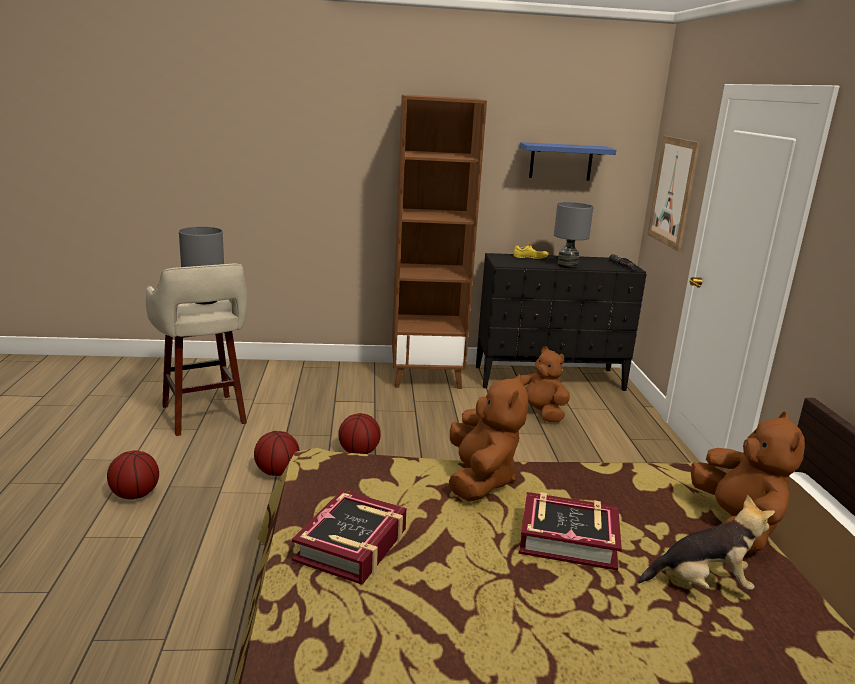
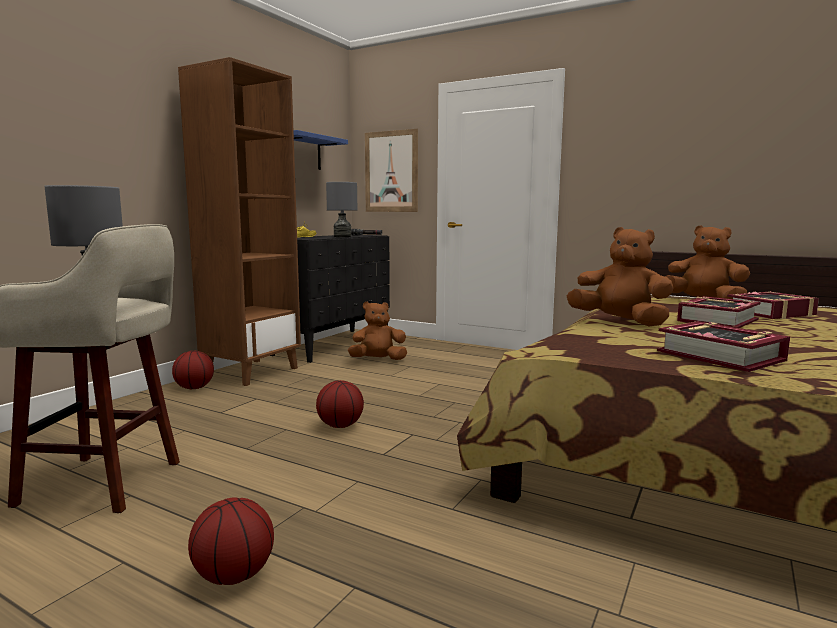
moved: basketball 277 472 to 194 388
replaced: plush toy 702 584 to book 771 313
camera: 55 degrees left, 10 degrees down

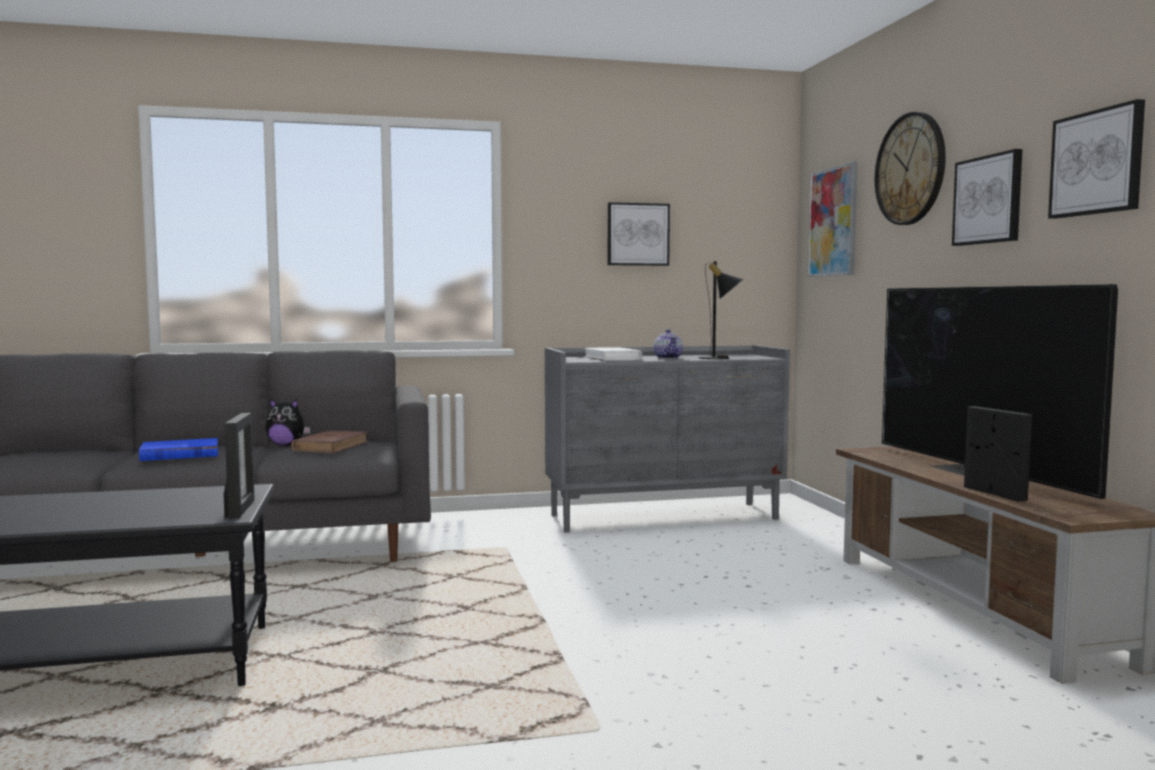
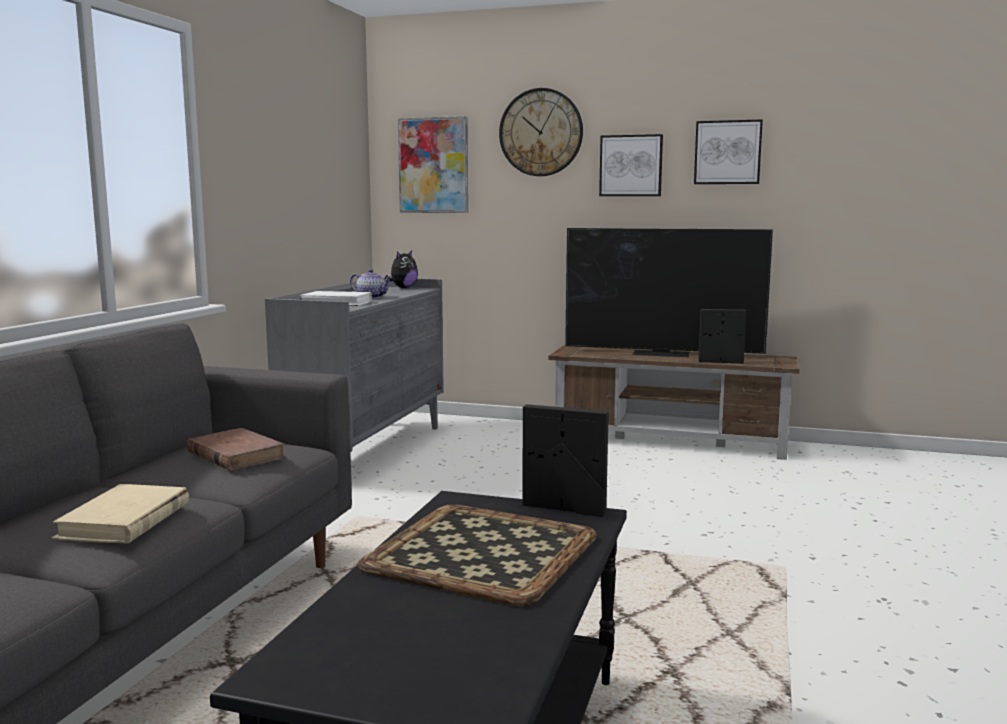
removed: picture 637 234; table lamp (black) 719 358
added: tray 481 551
moved: plush toy 286 445 to 403 288
recoloured: book (blue) 179 455 to book (beige) 124 521
camera: 60 degrees left, 5 degrees up

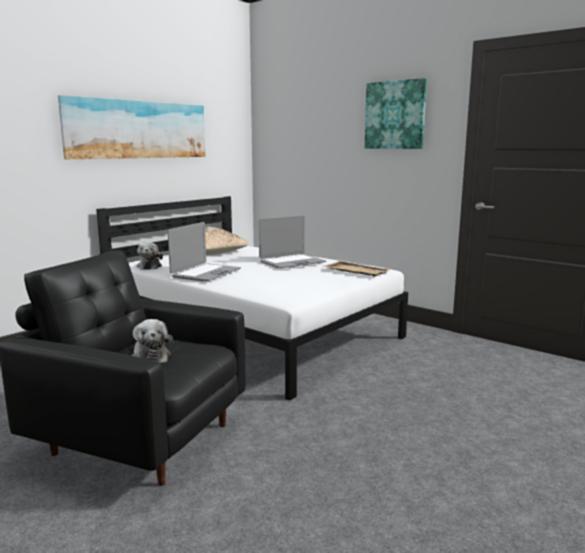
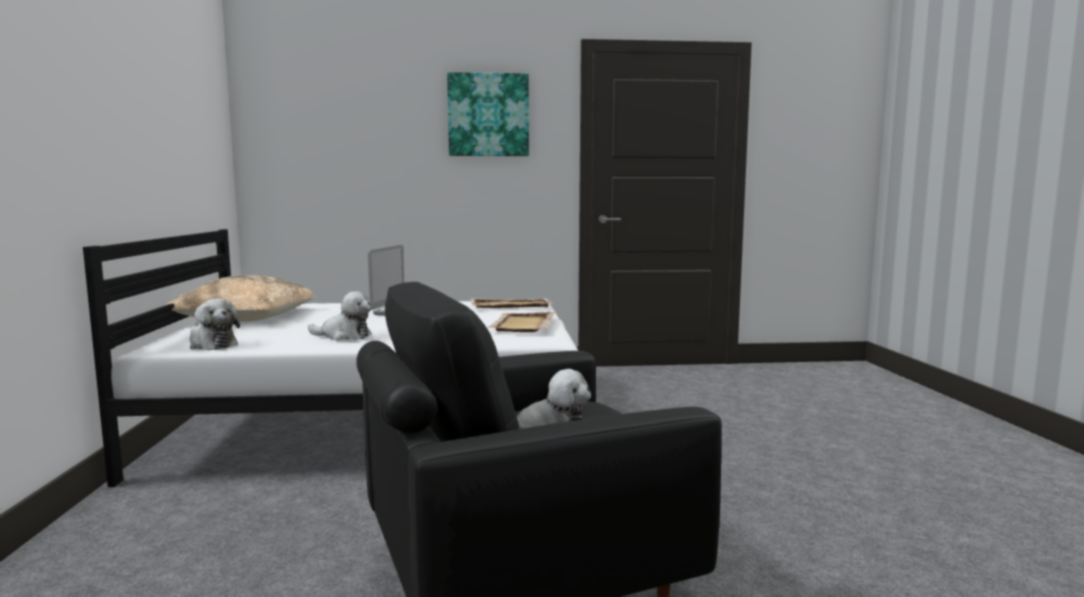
removed: picture 138 129
added: tray (beige) 522 325
replaced: laptop 206 273 to plush toy 344 336
camera: 45 degrees left, 5 degrees down

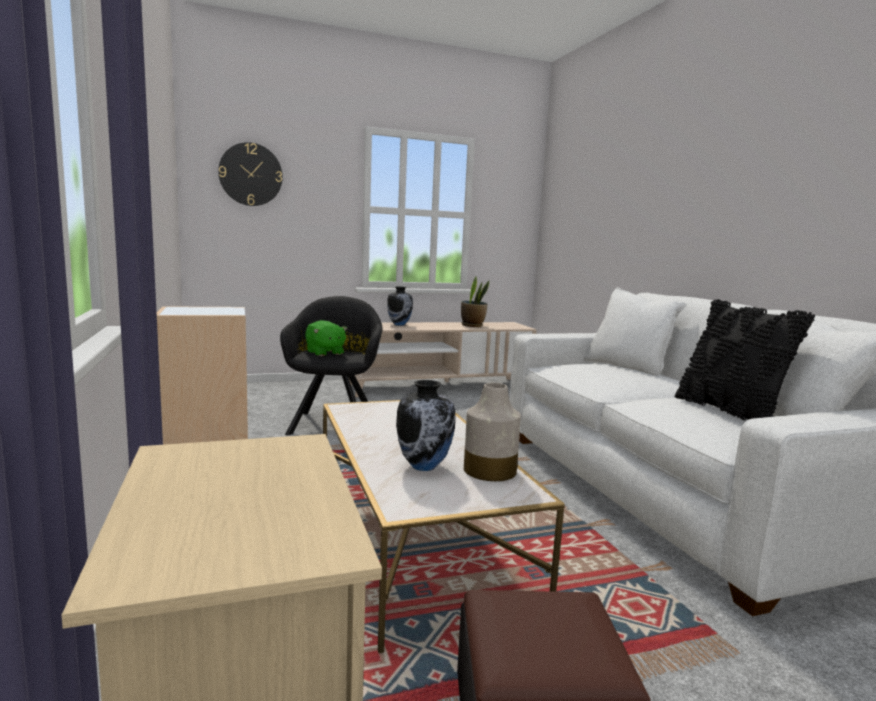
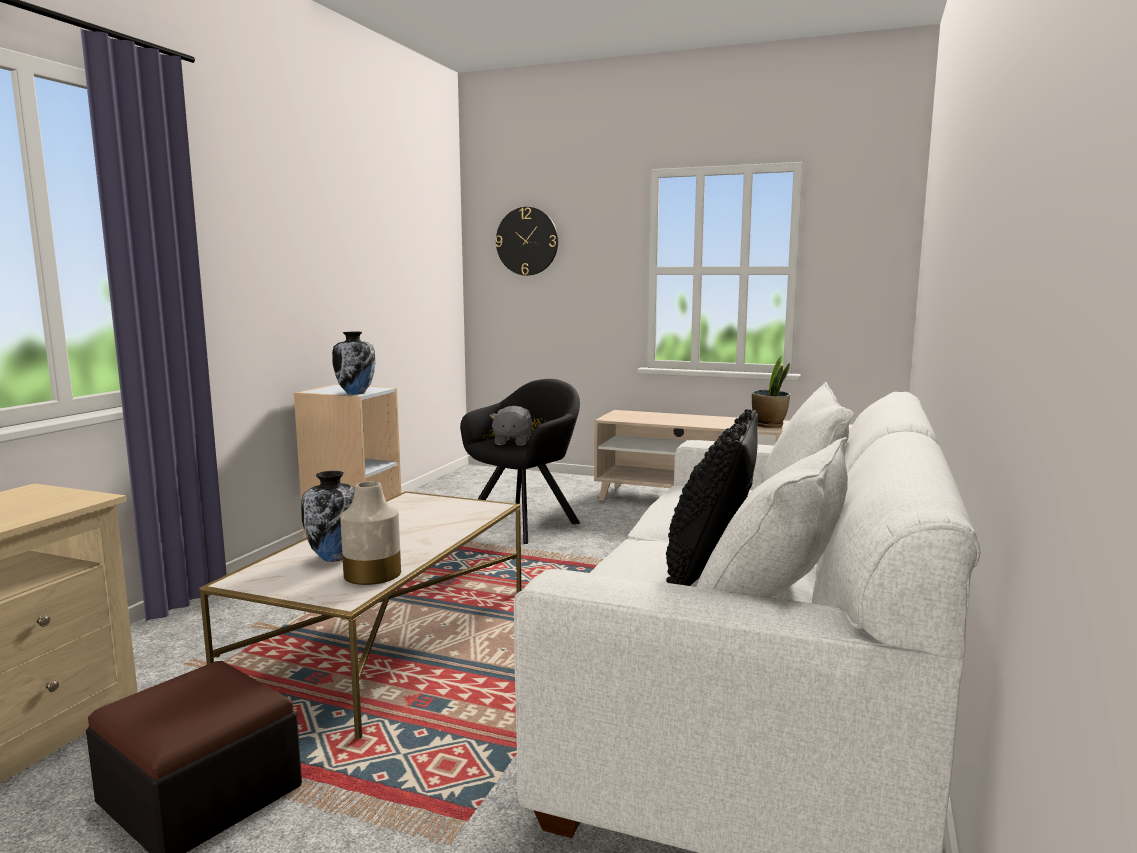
moved: vase 399 324 to 356 393
recoloured: plush toy (green) 324 353 to plush toy (grey) 512 442
camera: 40 degrees right, 0 degrees up

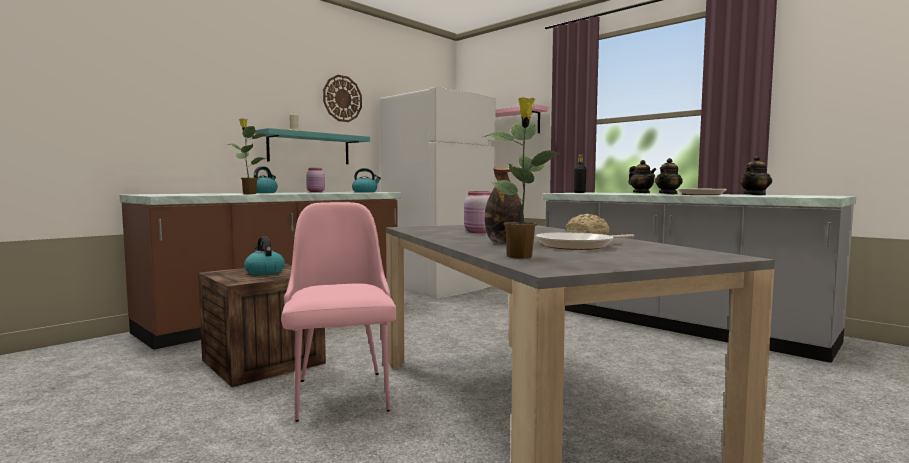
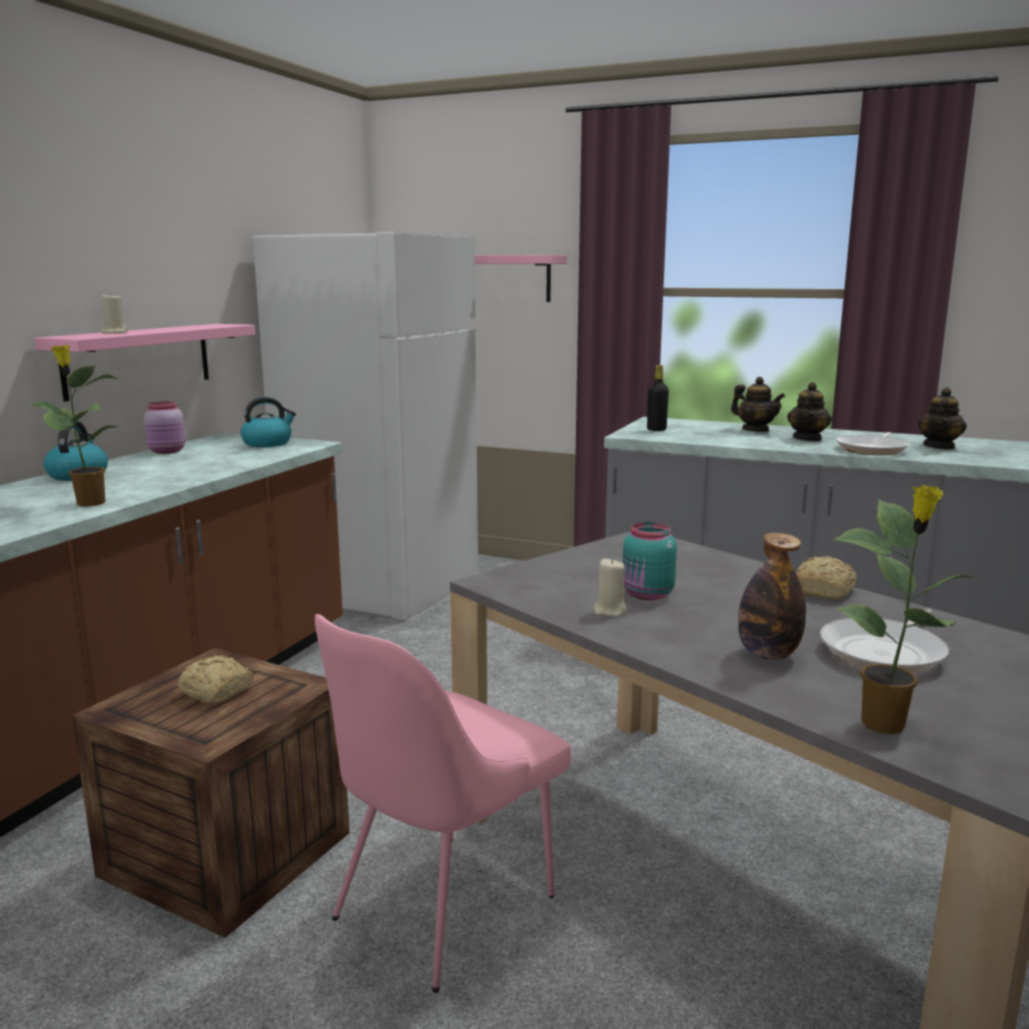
removed: wall clock 342 98
added: candle (beige) 610 611
replaced: kettle 264 272 to bread 216 692
recoloured: shelf (turquoise) 309 148 to shelf (pink) 138 359; jar (pink) 478 232 to jar (turquoise) 647 595
turned: chair (pink) 341 395 = 444 909 105 degrees counterclockwise
camera: 20 degrees left, 10 degrees up

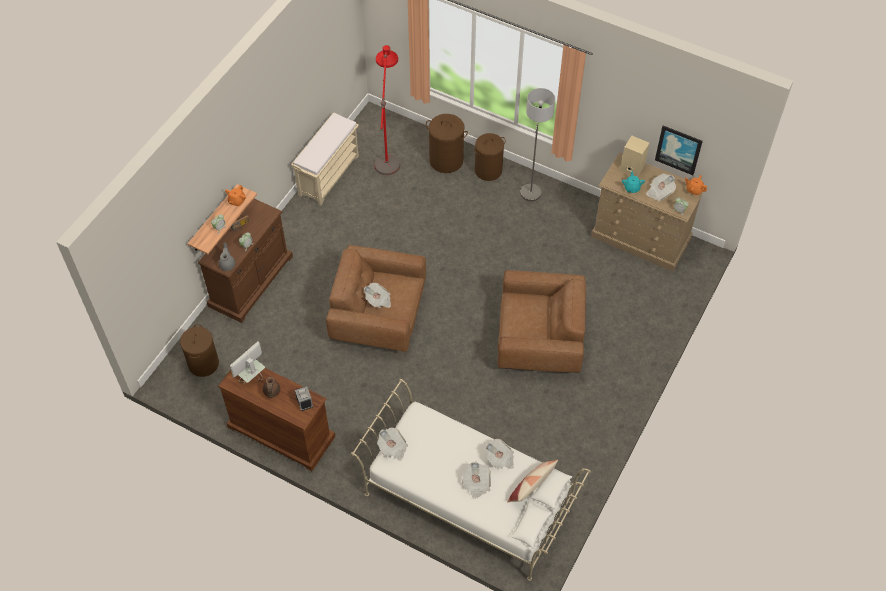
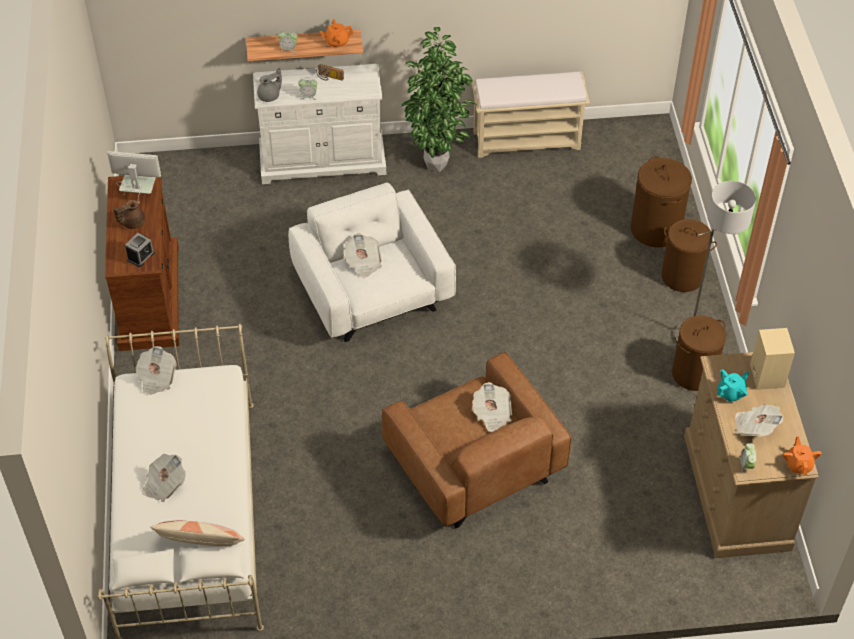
removed: floor lamp (red) 388 151; picture 678 149
added: potted plant 438 163
moved: laundry basket (brown) 203 363 to 694 373; newspaper 500 458 to 492 414
recoloured: dresser (brown) 250 280 to dresser (white) 323 159; armchair (brown) 378 315 to armchair (white) 372 293
camera: 55 degrees right, 5 degrees down

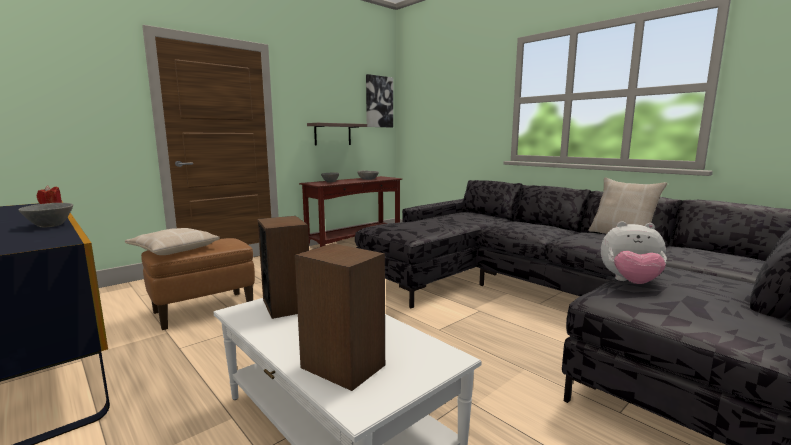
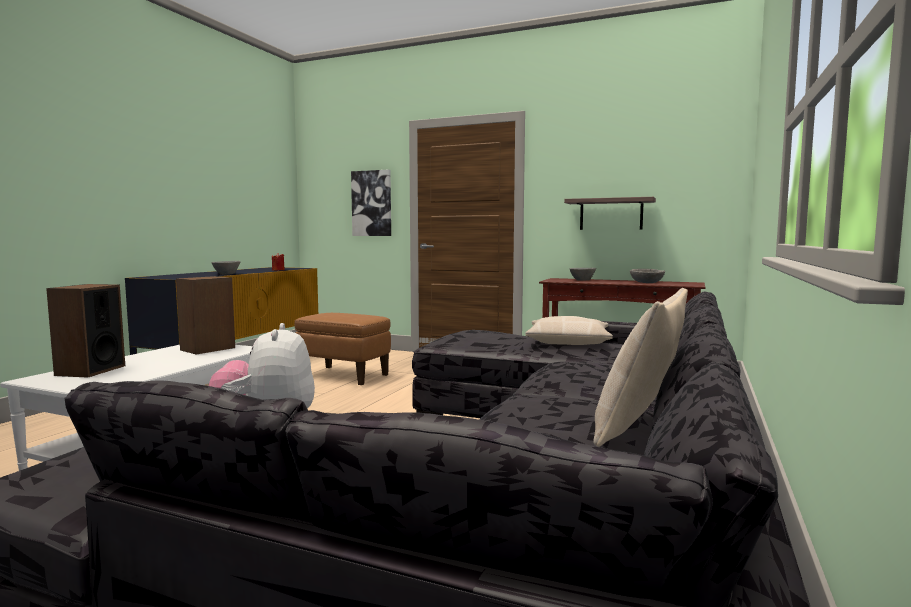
moved: pillow (beige) 174 249 to 568 341; picture 379 102 to 372 203
camera: 65 degrees right, 5 degrees down

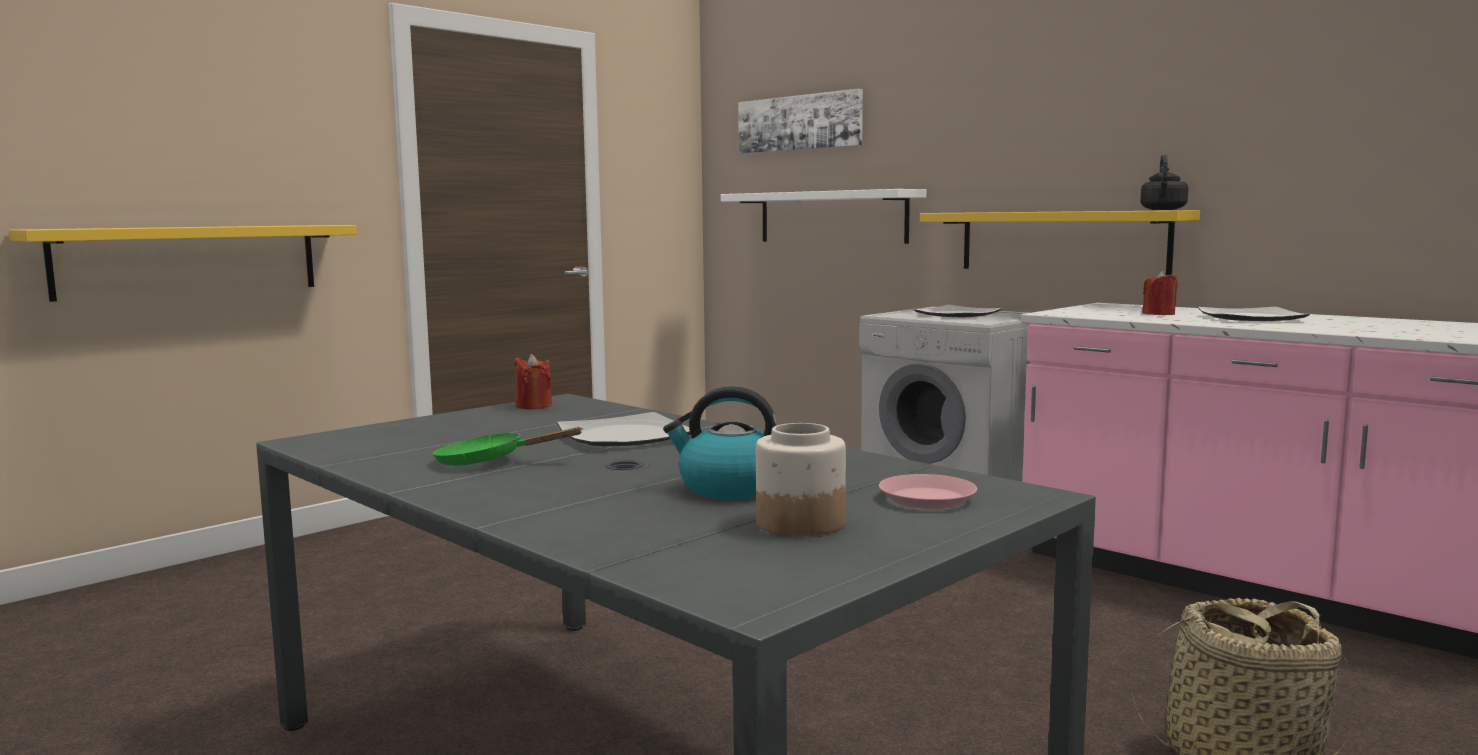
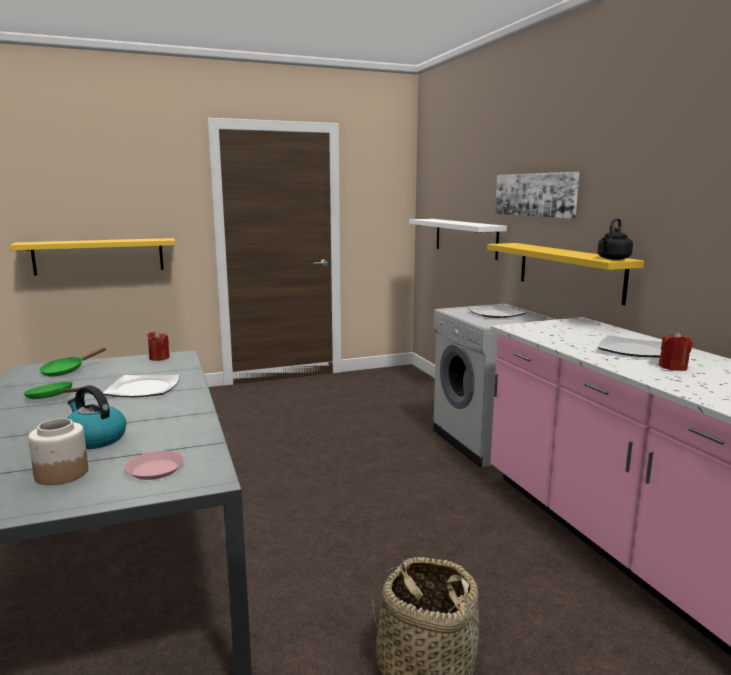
added: frying pan (green) 67 371
moved: picture 799 123 to 535 194; candle (red) 1159 314 to 673 367
camera: 25 degrees right, 5 degrees up

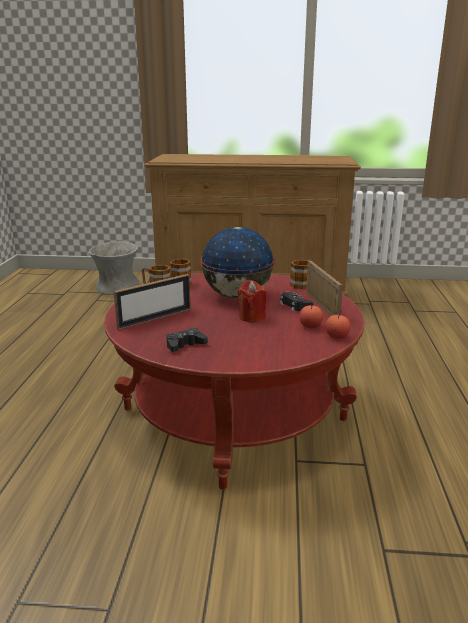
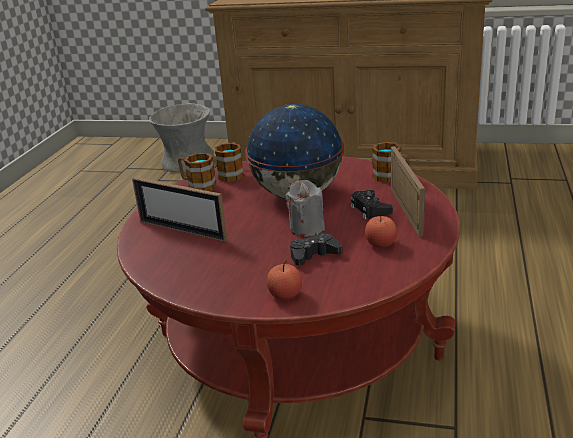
moved: game controller (black) 185 345 to 314 255; apple 337 336 to 285 295
recoloured: candle (red) 252 317 to candle (grey) 306 228
turned: picture frame 155 318 = 182 230 60 degrees clockwise
camera: 10 degrees right, 5 degrees up

